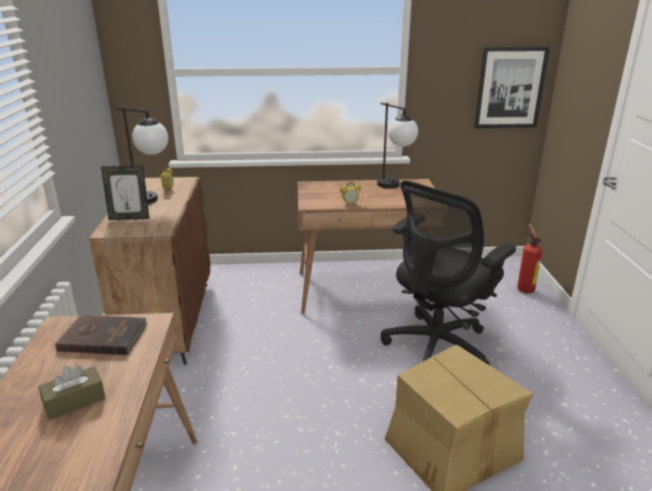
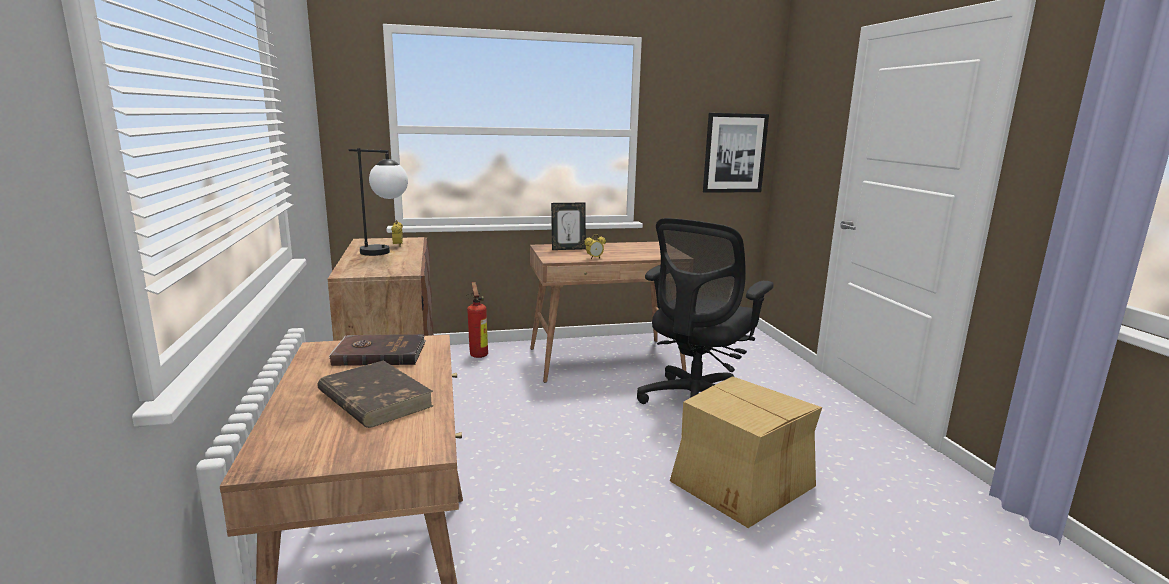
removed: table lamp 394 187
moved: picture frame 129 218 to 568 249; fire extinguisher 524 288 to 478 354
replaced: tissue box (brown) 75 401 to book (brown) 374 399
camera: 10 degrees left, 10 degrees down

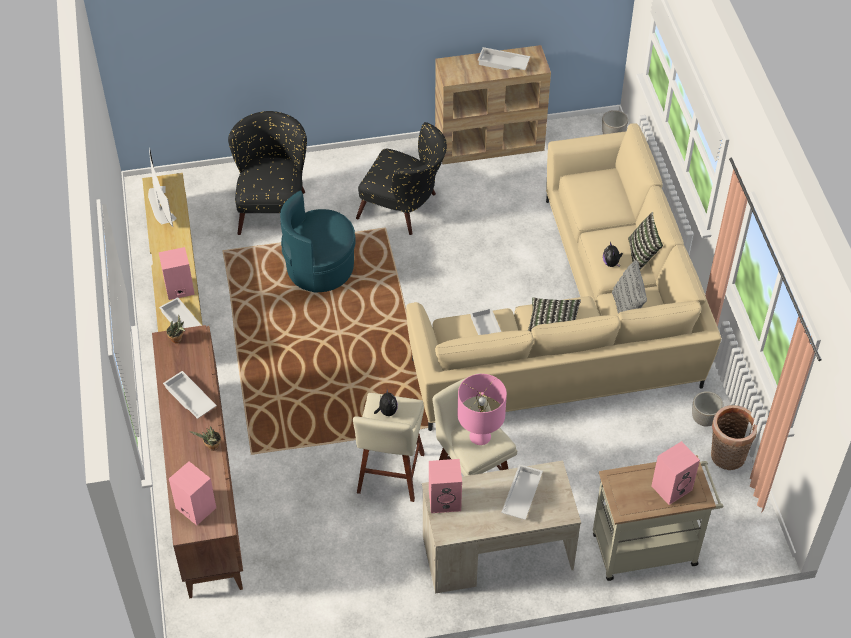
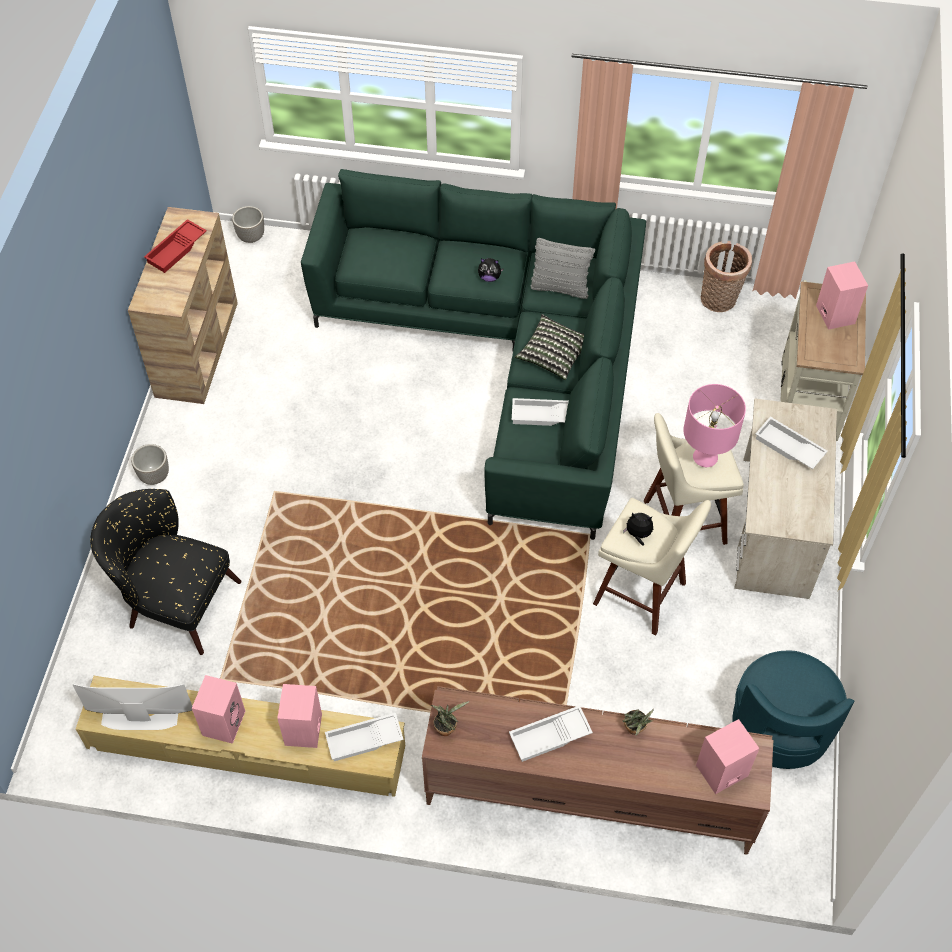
removed: armchair (black) 404 209; pillow 643 256
moved: armchair (turquoise) 320 267 to 780 726; speaker (pink) 445 500 to 223 722; planter 704 419 to 155 476
recoloured: sofa (beige) 578 326 to sofa (green) 506 359; tray (white) 502 63 to tray (red) 177 250
camera: 70 degrees left, 5 degrees up

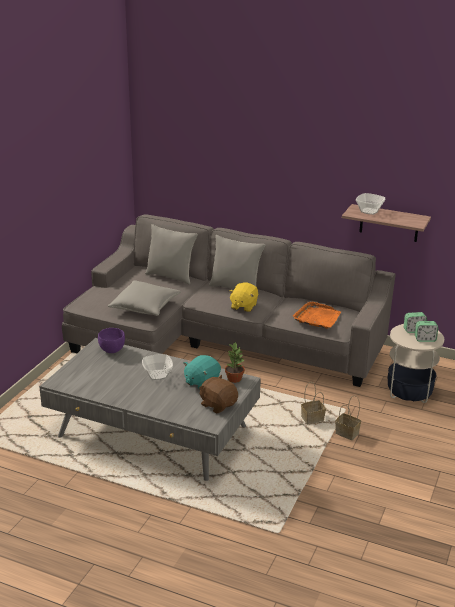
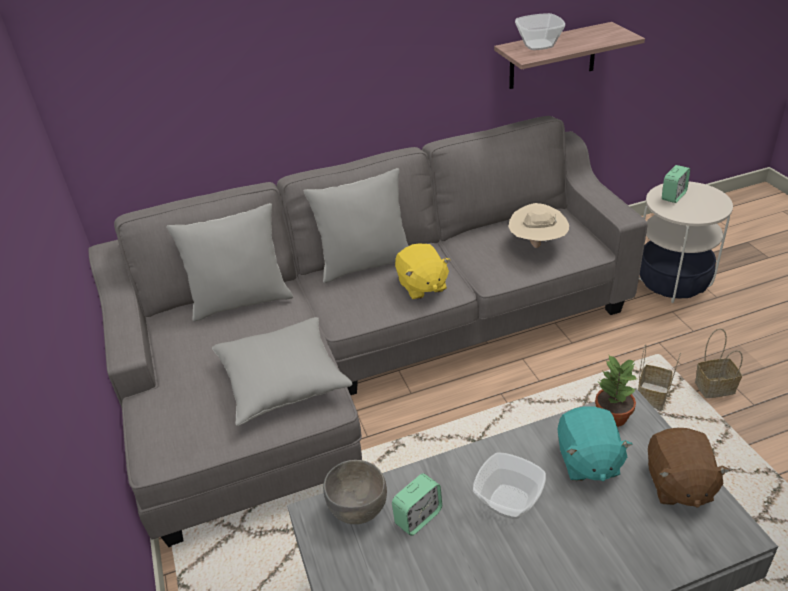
moved: alarm clock 425 339 to 418 517
replaced: tray (orange) 317 317 to hat (beige) 537 245
recoloured: bowl (purple) 112 350 to bowl (grey) 358 510
turned: plush toy (brown) 218 405 = 678 484 90 degrees counterclockwise
camera: 40 degrees left, 10 degrees up

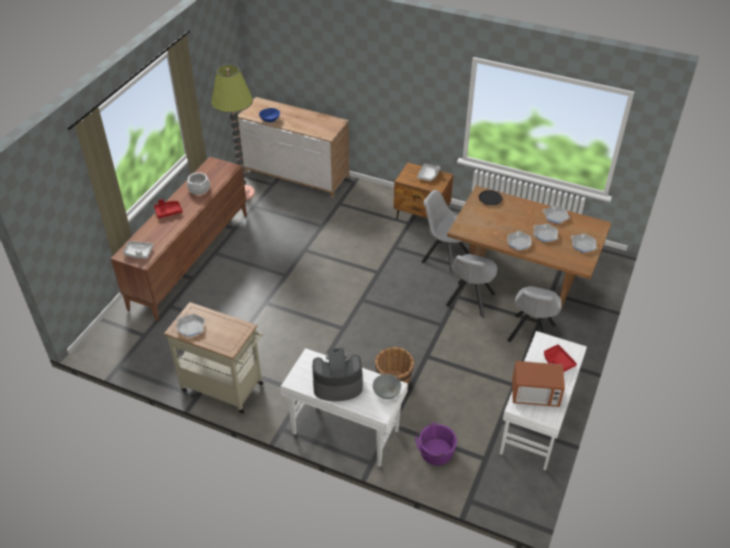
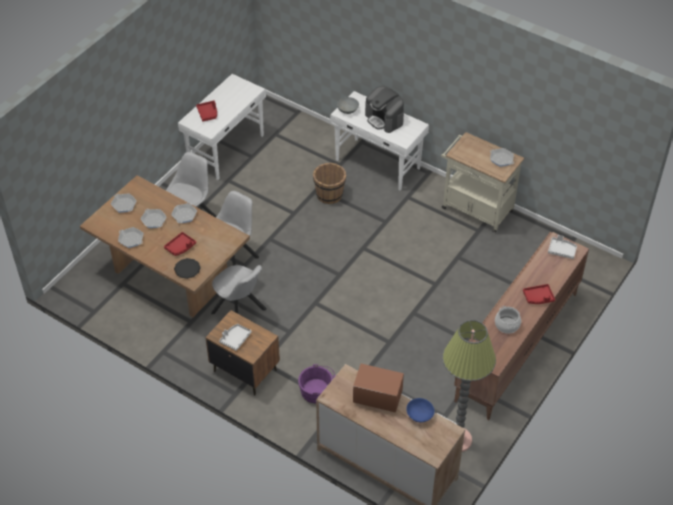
added: tray (red) 180 247
moved: bucket (purple) 434 452 to 317 391; microwave 535 395 to 377 397
turned: coffee machine 337 385 = 384 119 45 degrees clockwise
camera: 170 degrees left, 5 degrees up

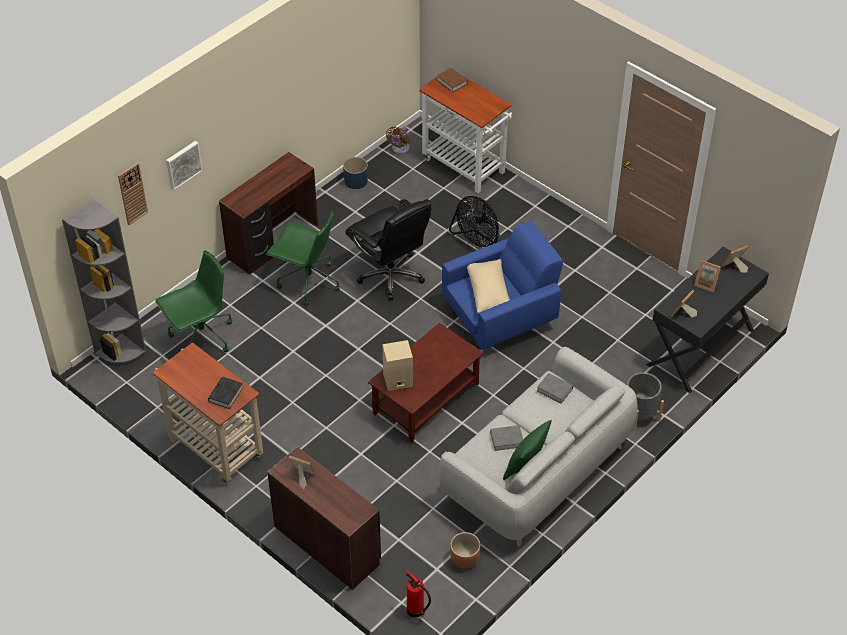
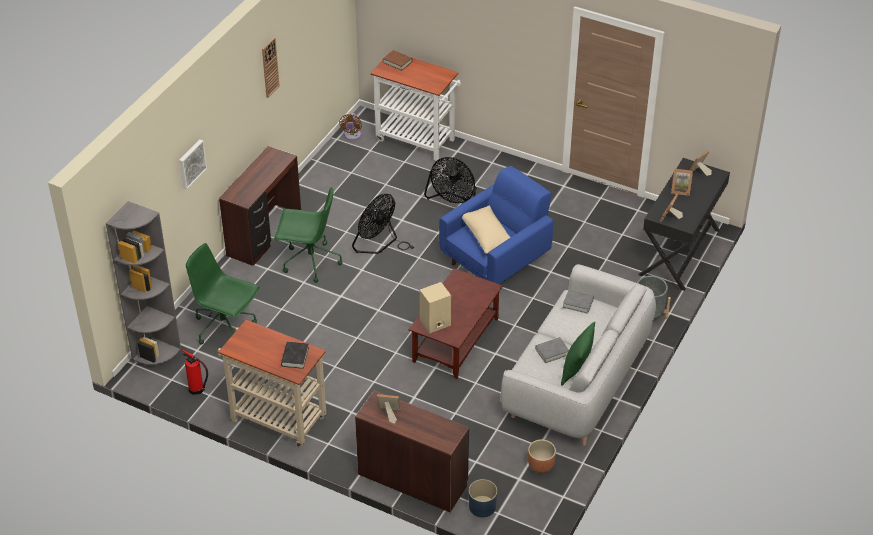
moved: wall clock 132 193 to 270 67; planter (blue) 356 181 to 482 506; fire extinguisher 416 611 to 197 390
replaced: office chair (black) 389 274 to fan (black) 383 242
turned: office chair (green) 199 338 = 227 328 105 degrees counterclockwise
camera: 15 degrees left, 5 degrees down

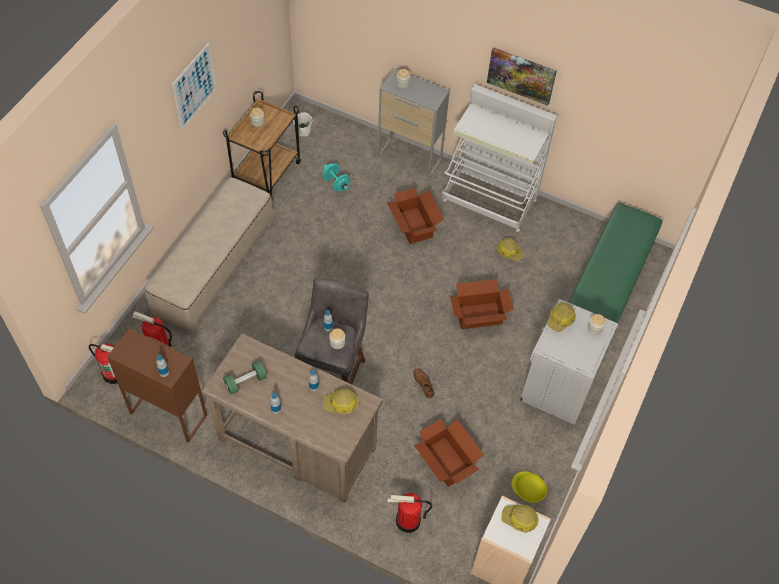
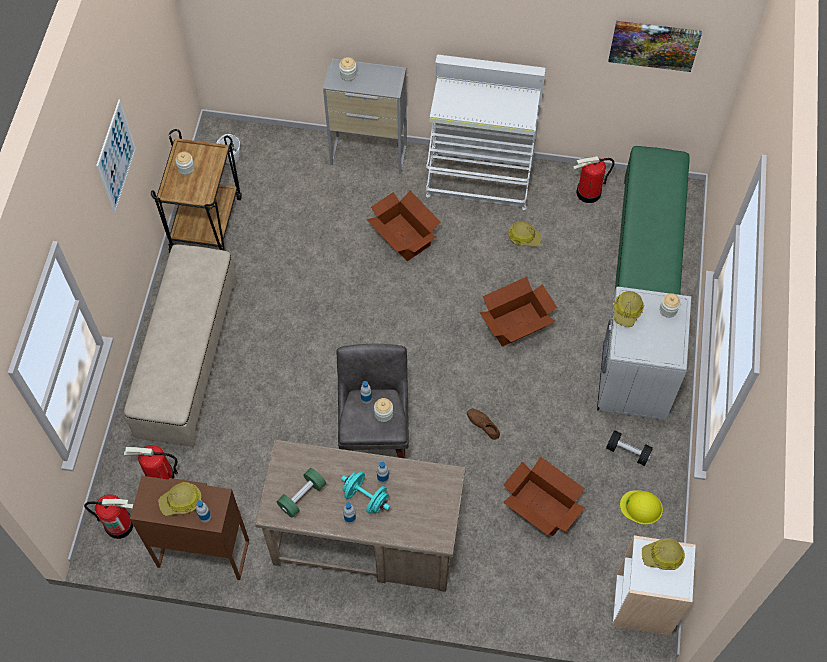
added: dumbbell (black) 628 452
moved: dumbbell (turquoise) 336 183 to 366 498; hard hat 341 404 to 181 501; fire extinguisher 407 521 to 588 193; picture 521 75 to 654 44
camera: 15 degrees left, 5 degrees up

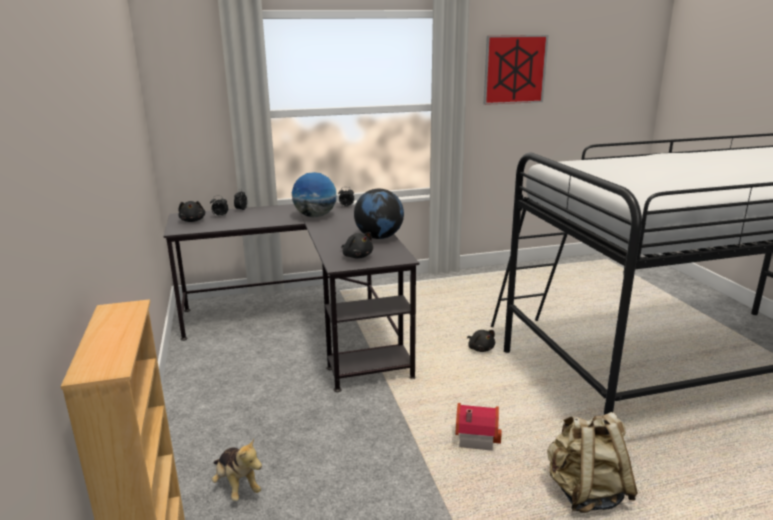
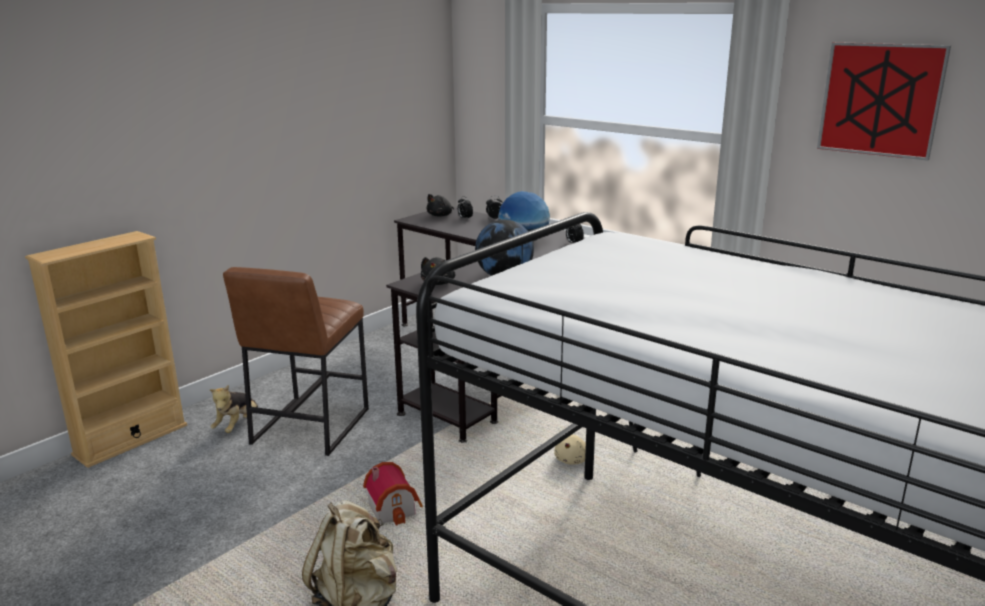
added: chair (brown) 310 427
recoloured: plush toy (black) 480 348 to plush toy (beige) 572 460
camera: 55 degrees right, 0 degrees up

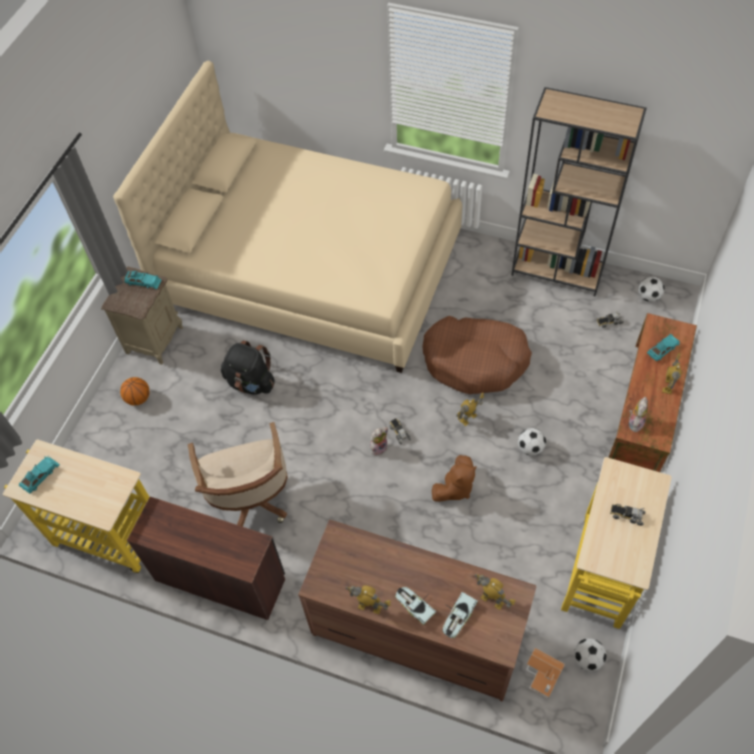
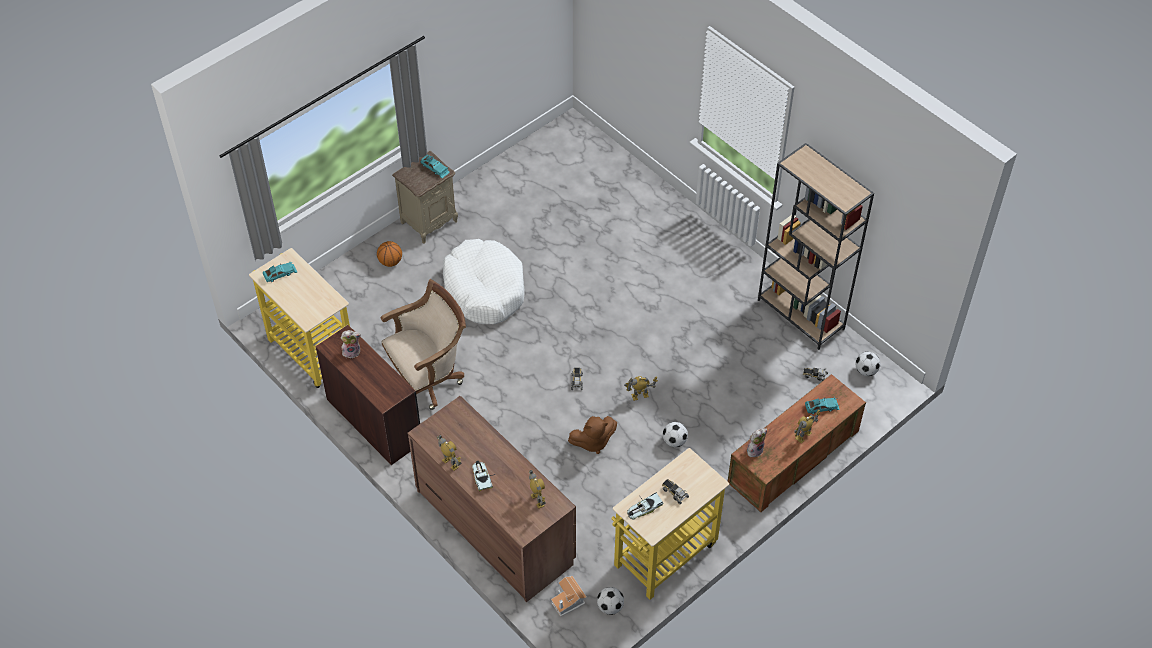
removed: bed (beige) 309 268; dog bed (brown) 475 361
moved: plush toy 378 447 to 352 351; toy car 457 616 to 643 508
replaced: backpack (black) 251 382 to dog bed (white) 484 289
turned: office chair 252 504 = 429 380 135 degrees counterclockwise
camera: 25 degrees right, 5 degrees down

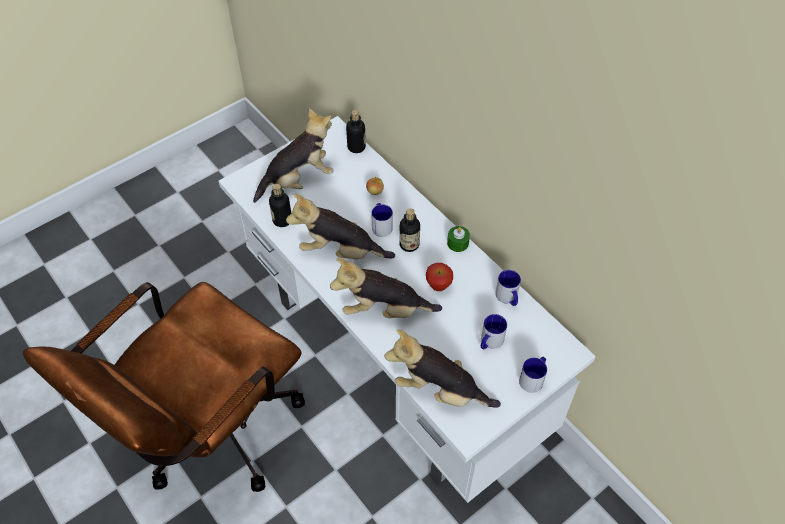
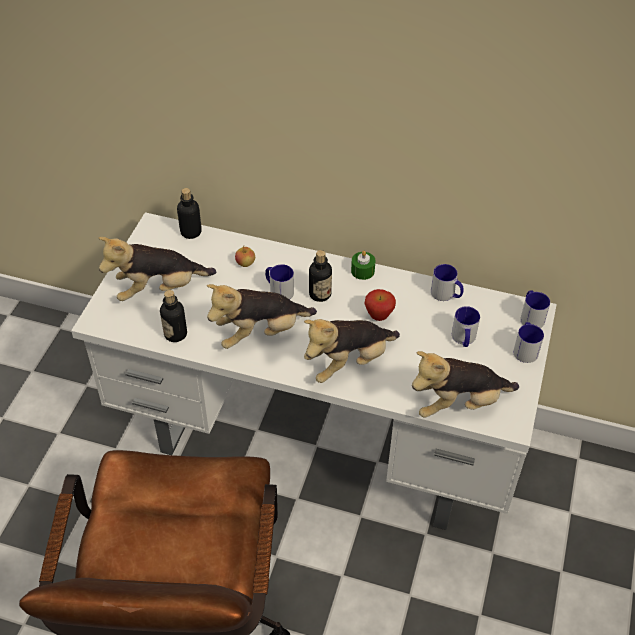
added: mug 530 316
turned: plush toy 298 180 = 159 289 135 degrees counterclockwise
camera: 35 degrees left, 5 degrees down

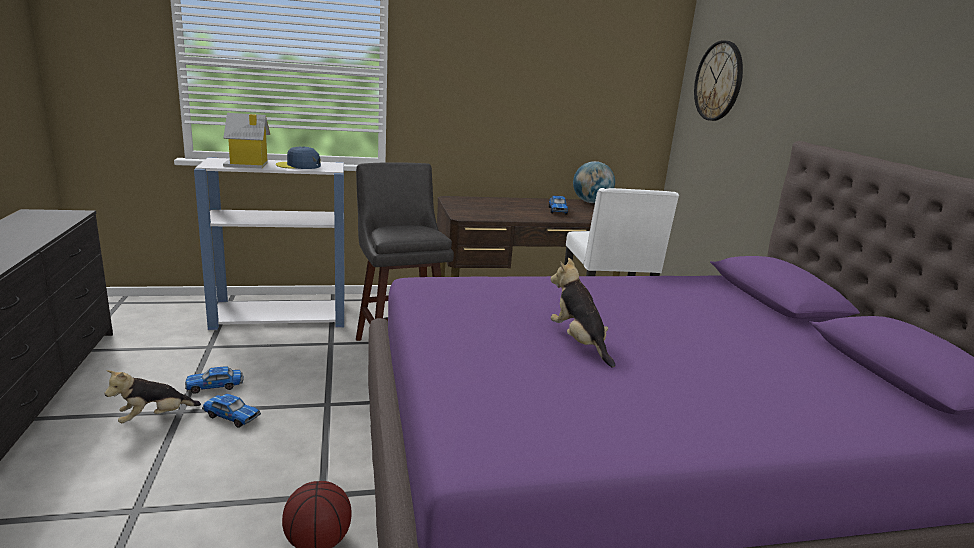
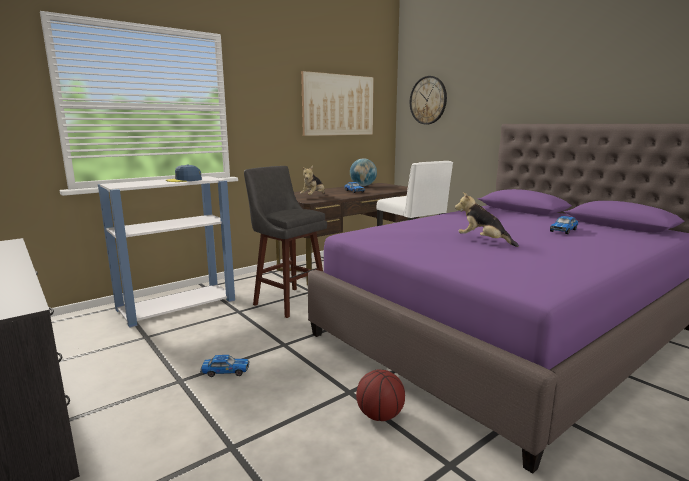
removed: toy house 248 165
added: picture 338 105
moved: plush toy 154 417 to 313 197; toy car 215 386 to 563 230
camera: 25 degrees left, 5 degrees down

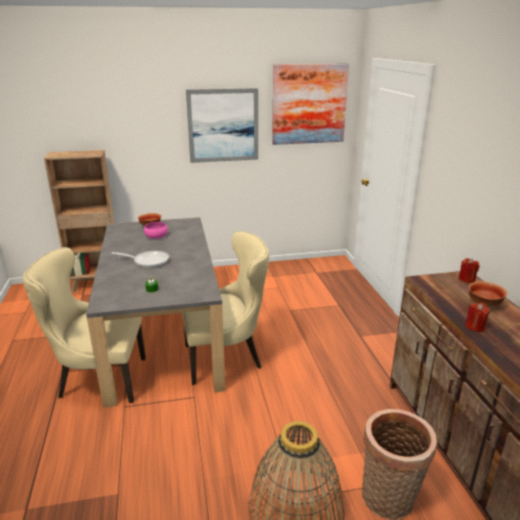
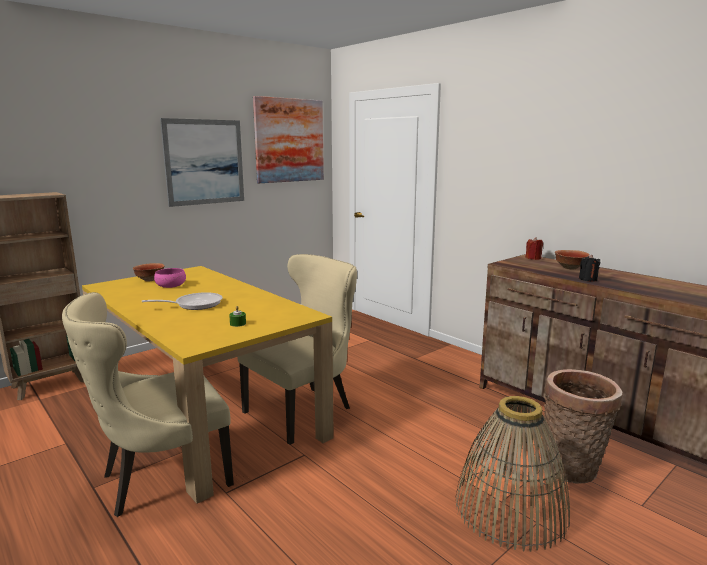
recoloured: dining table (grey) 162 335 to dining table (yellow) 203 411; candle (red) 475 327 to candle (black) 588 279
camera: 30 degrees left, 10 degrees down

